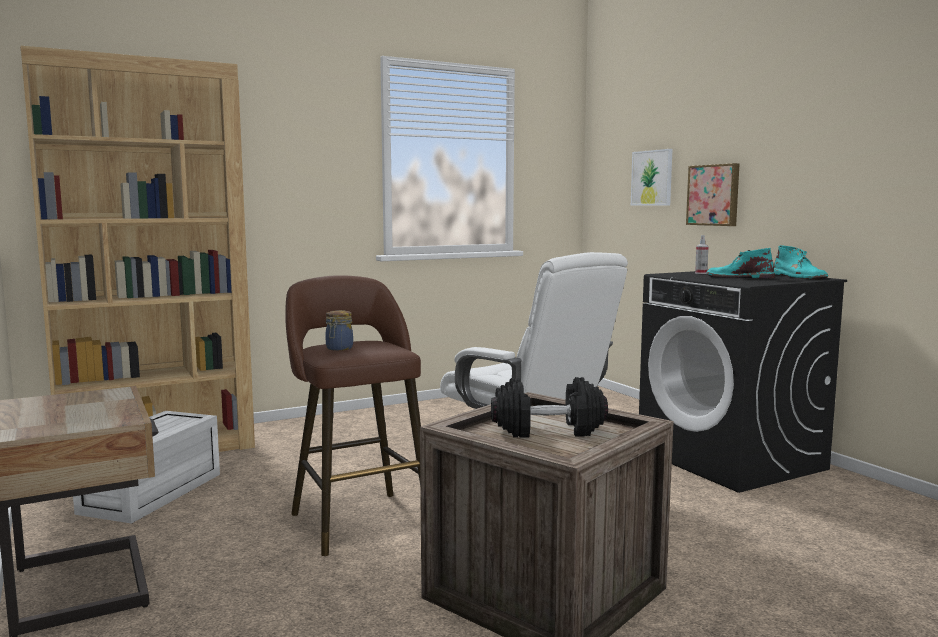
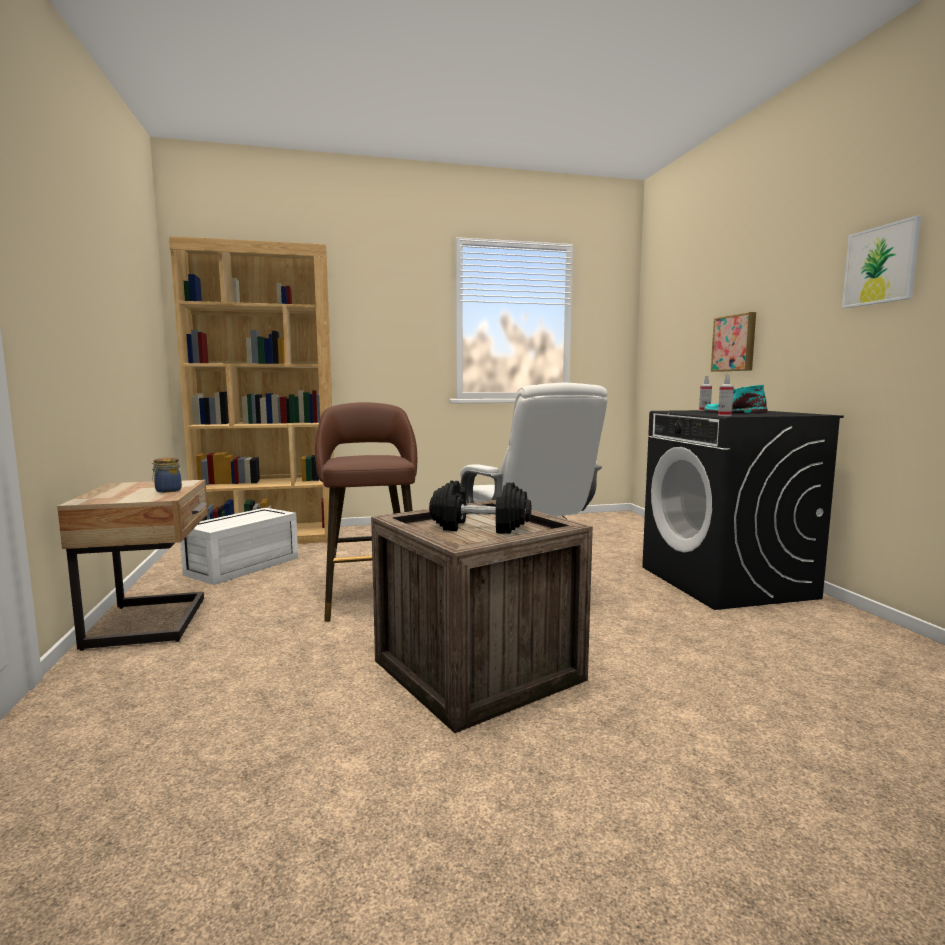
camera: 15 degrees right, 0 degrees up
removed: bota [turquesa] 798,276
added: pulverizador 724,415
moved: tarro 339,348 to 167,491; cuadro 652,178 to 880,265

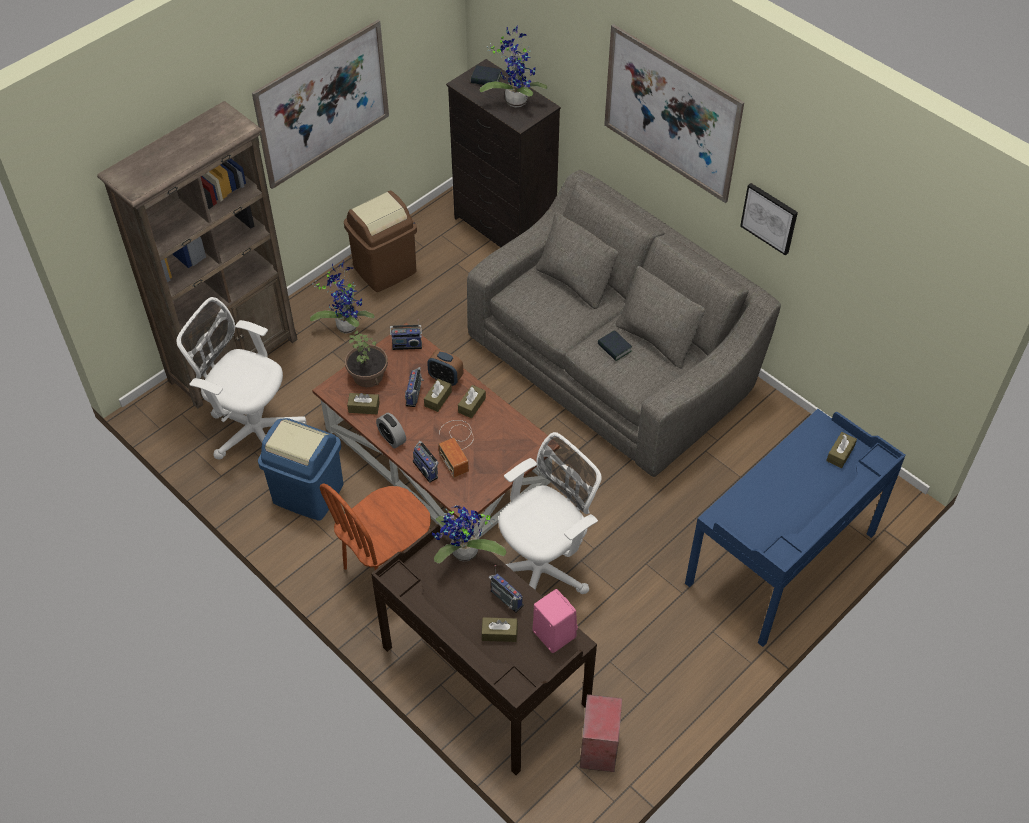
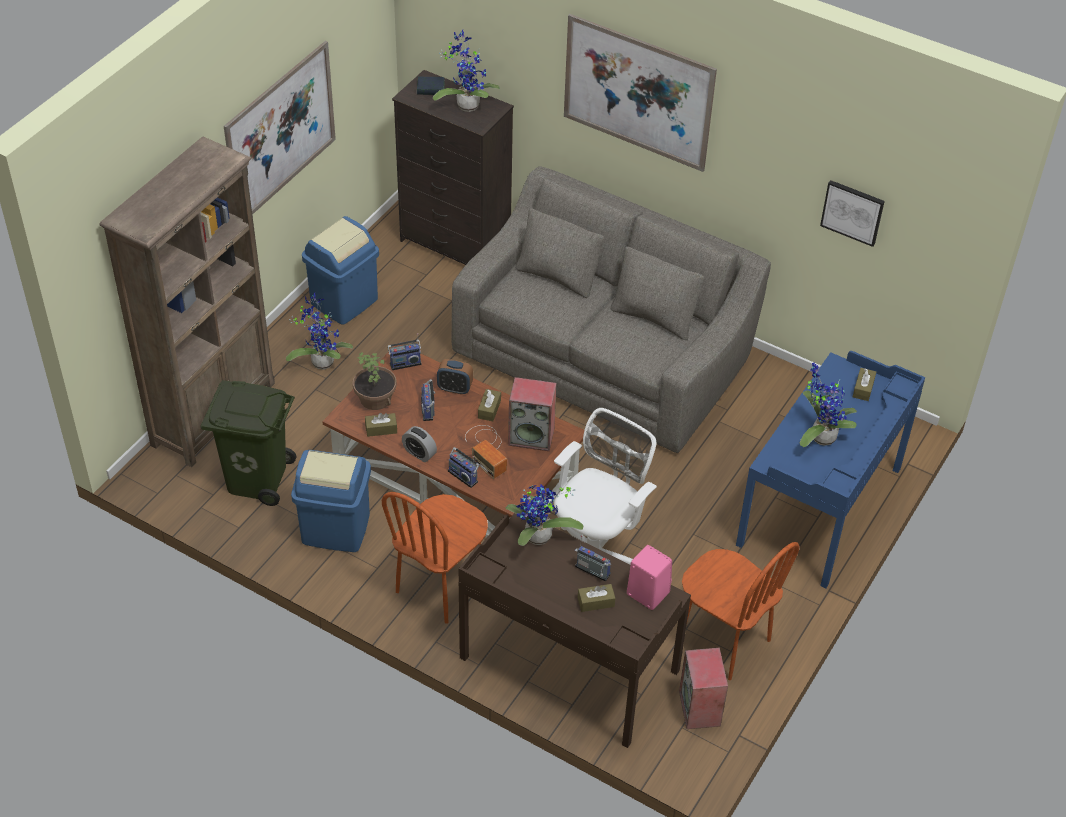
camera: 15 degrees left, 5 degrees down
removed: caja de pañuelos [marrón] 438,399; libro 614,348
added: altavoz 532,436; silla [marrón] 724,641; planta en maceta 820,435
moved: cuadro 769,218 to 852,212
replaced: silla de oficina [blanco] 252,430 to papelera [verde] 257,478
recoloured: papelera [marrón] 384,269 to papelera [azul] 344,301

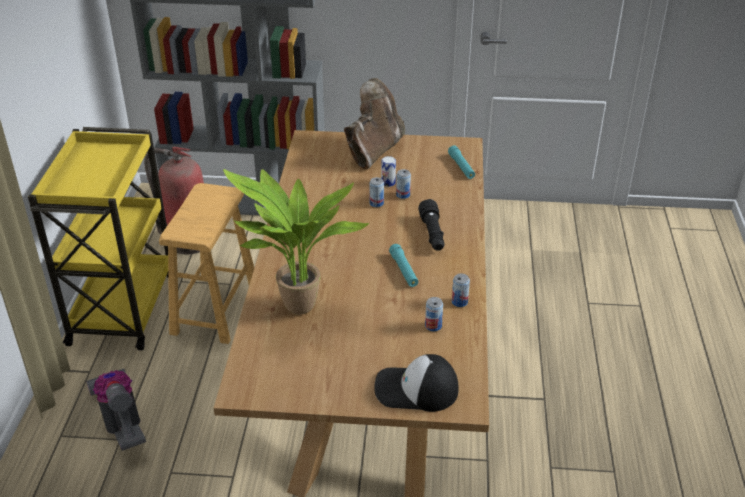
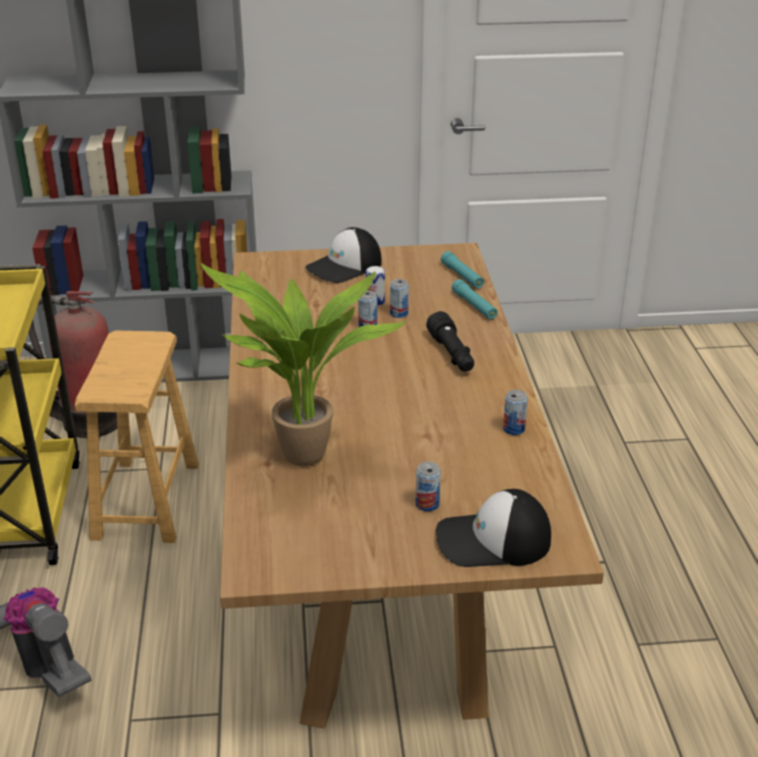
camera: 10 degrees left, 5 degrees down
moved: linterna [turquesa] 403,270 to 474,306; lata 433,326 to 427,504
replaced: bota [marrón] 374,150 to gorra 344,267

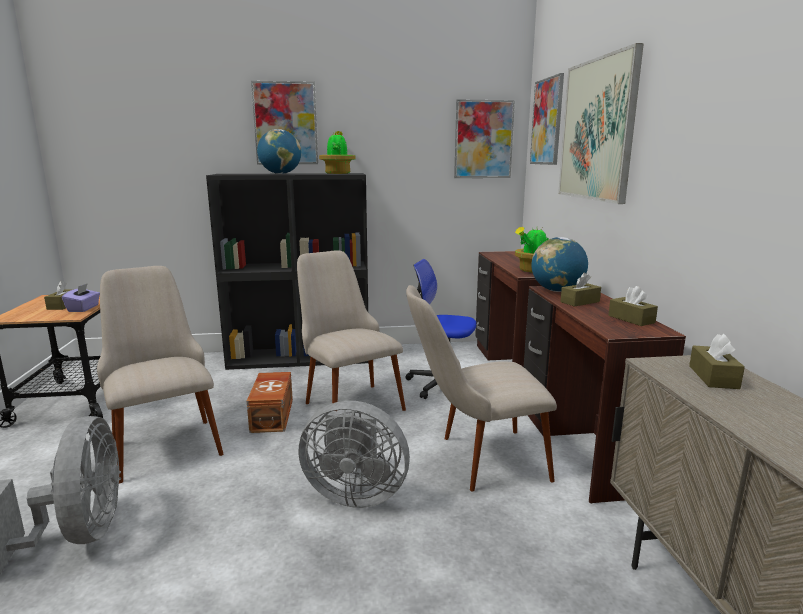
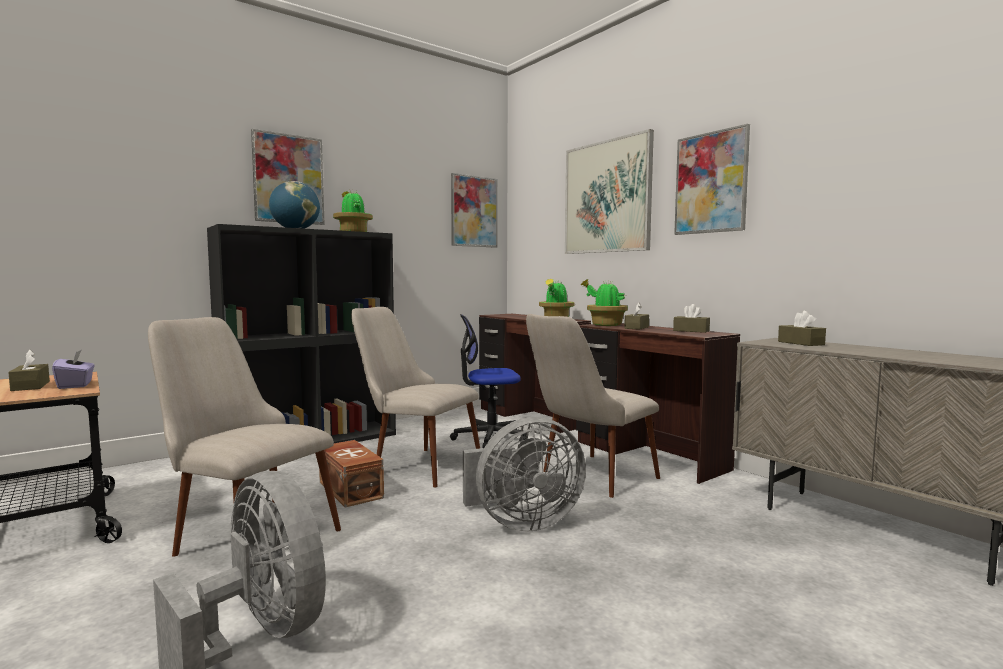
camera: 30 degrees left, 10 degrees down
moved: cuadro 547,122 to 711,183
replaced: globo terráqueo 557,291 to planta en maceta 605,325

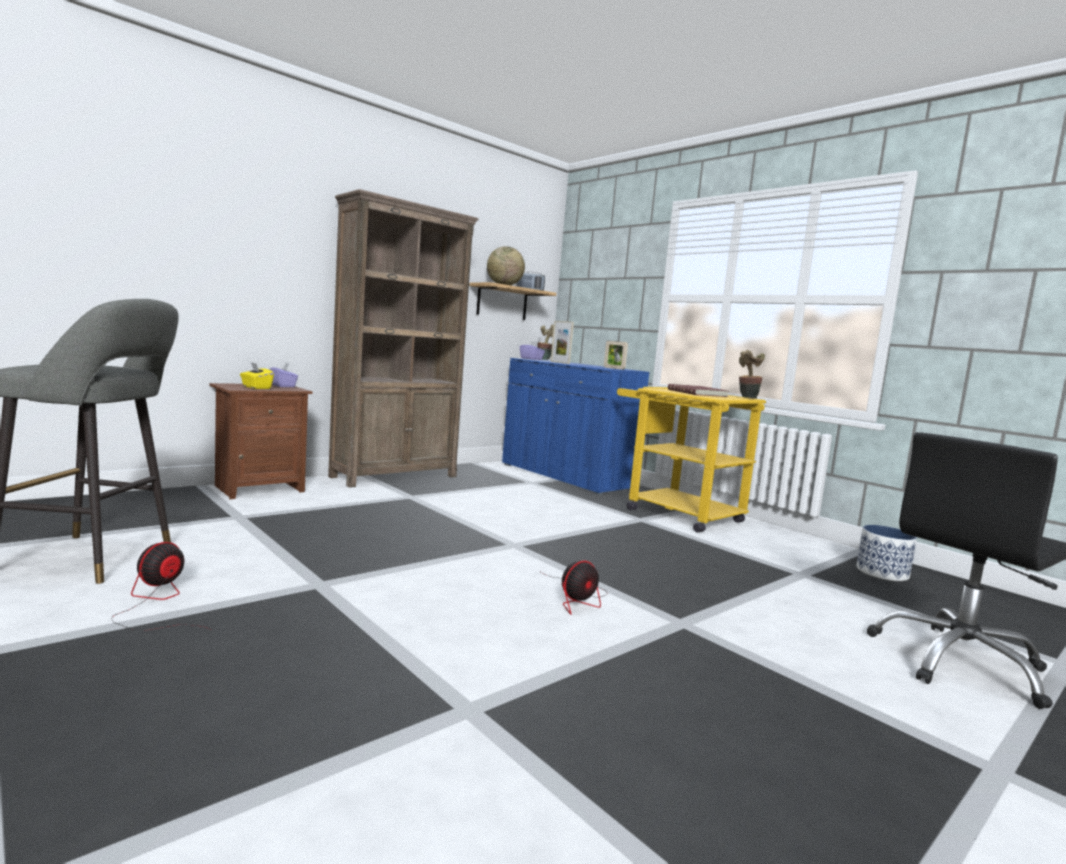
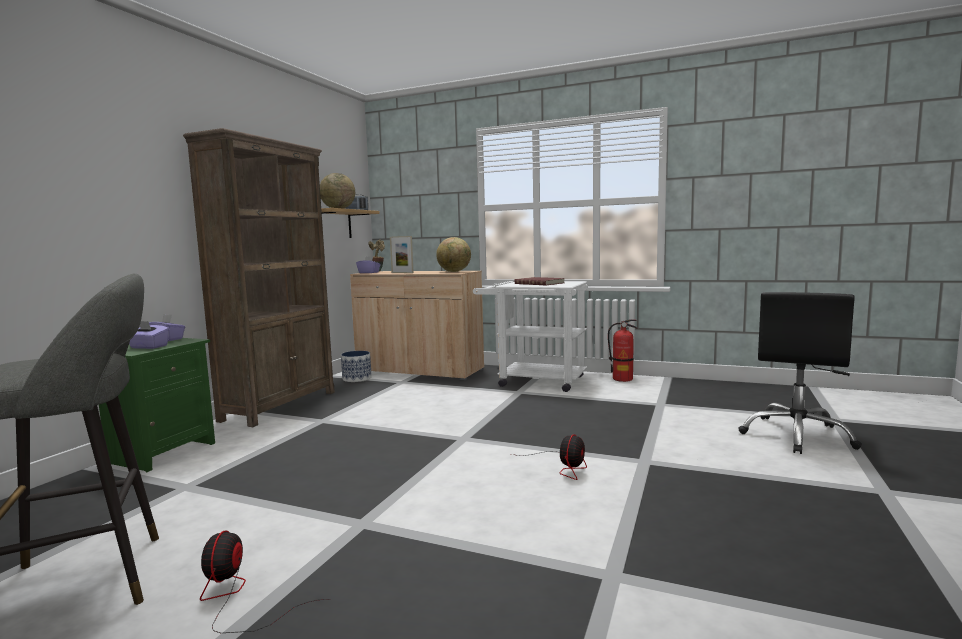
camera: 25 degrees left, 0 degrees up
removed: planta en maceta 747,398
added: extintor 622,379
moved: maceta 882,573 to 357,378
replaced: portarretratos 614,368 to globo terráqueo 454,271
recoloured: mesita de noche [marrón] 258,488 to mesita de noche [verde] 161,453; caja de pañuelos [amarillo] 256,387 to caja de pañuelos [morado] 148,347; armario [azul] 565,476 to armario [beis] 419,370; carrito [amarillo] 675,513 to carrito [blanco] 533,380

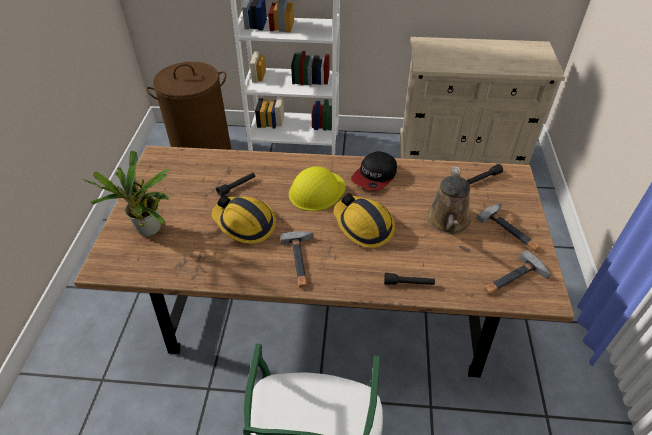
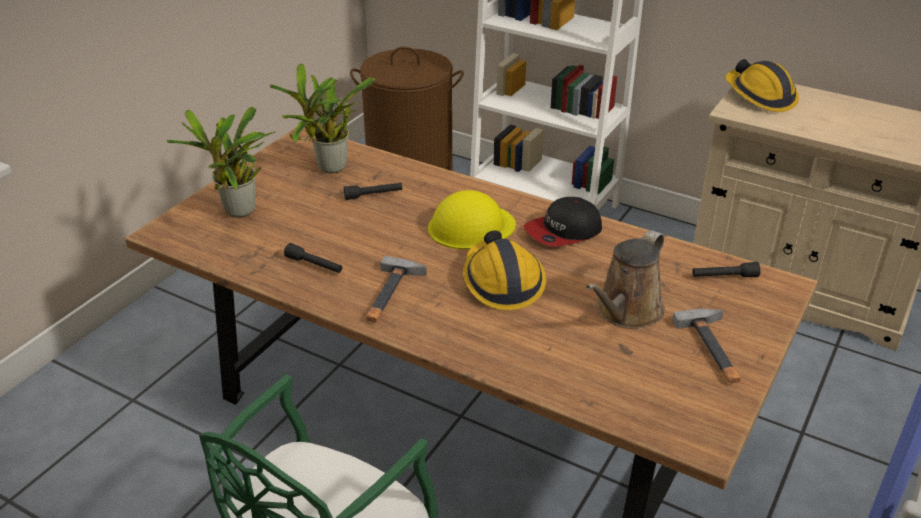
camera: 25 degrees right, 10 degrees down
removed: martillo 513,279
added: planta en maceta 328,169
moved: casco 244,224 to 760,96; linterna [negro] 408,283 to 314,265

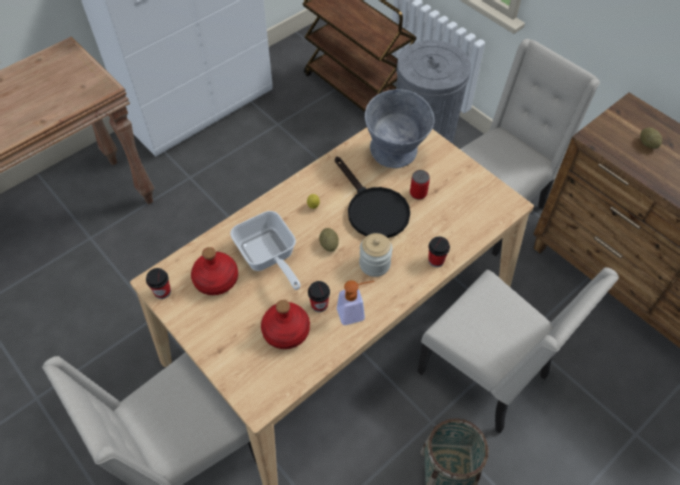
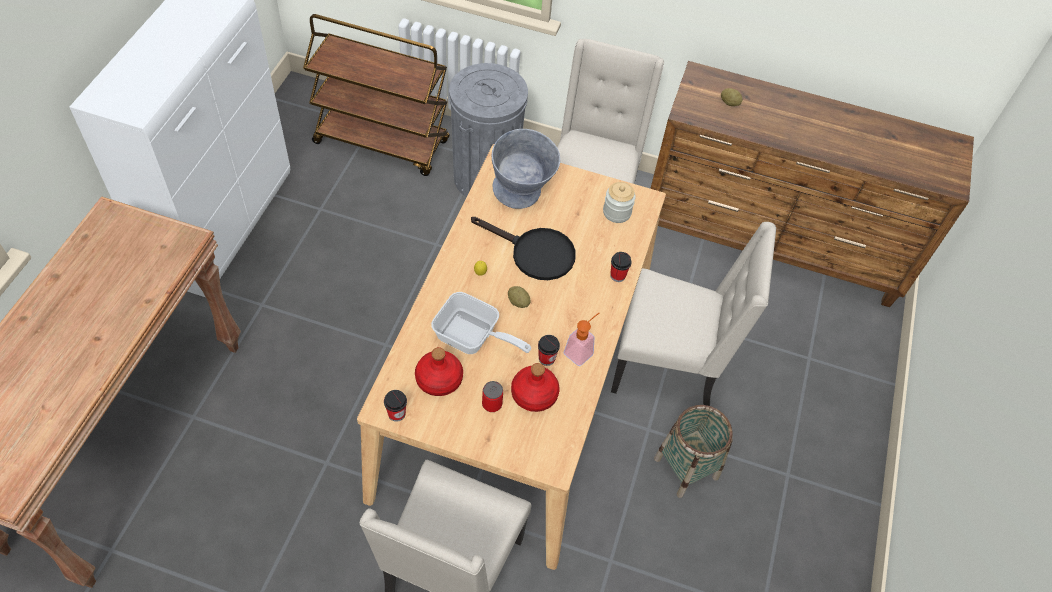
camera: 35 degrees left, 0 degrees up
moved: tarro 374,264 to 617,212; lata 418,193 to 492,404

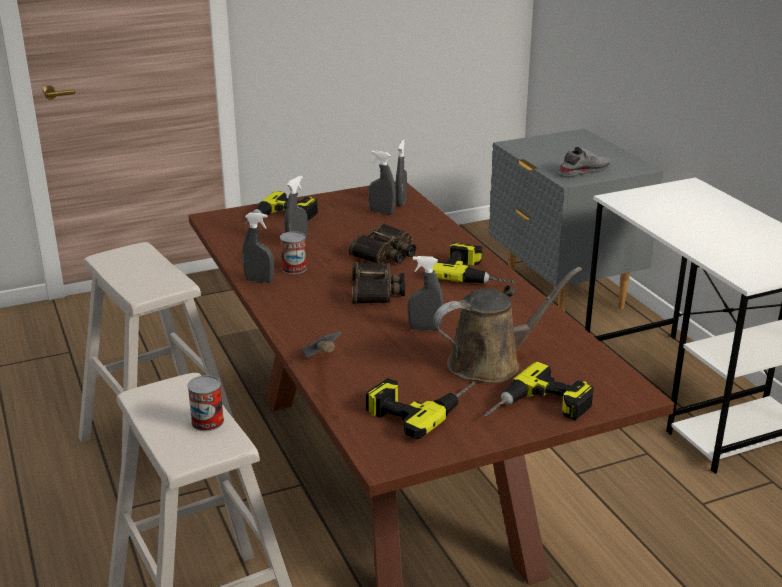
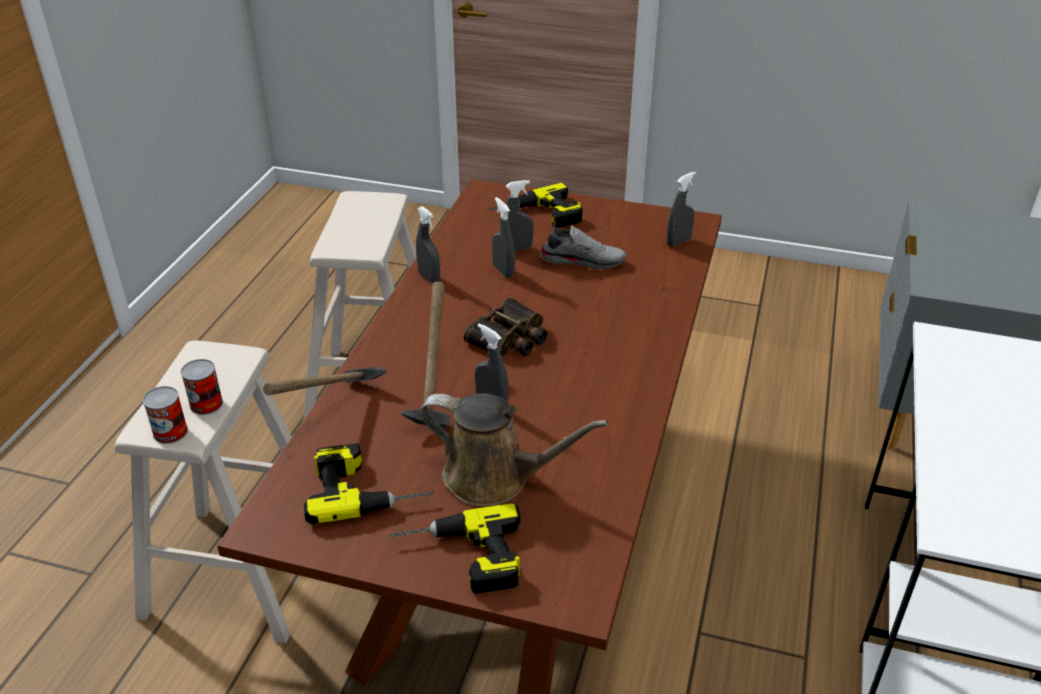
camera: 40 degrees right, 10 degrees up
removed: prismáticos 385,253; taladro 477,273
added: martillo 432,394
moved: lata 294,268 to 170,432; pulverizador [gris] 382,212 to 503,271; zapato [gris] 583,171 to 583,259

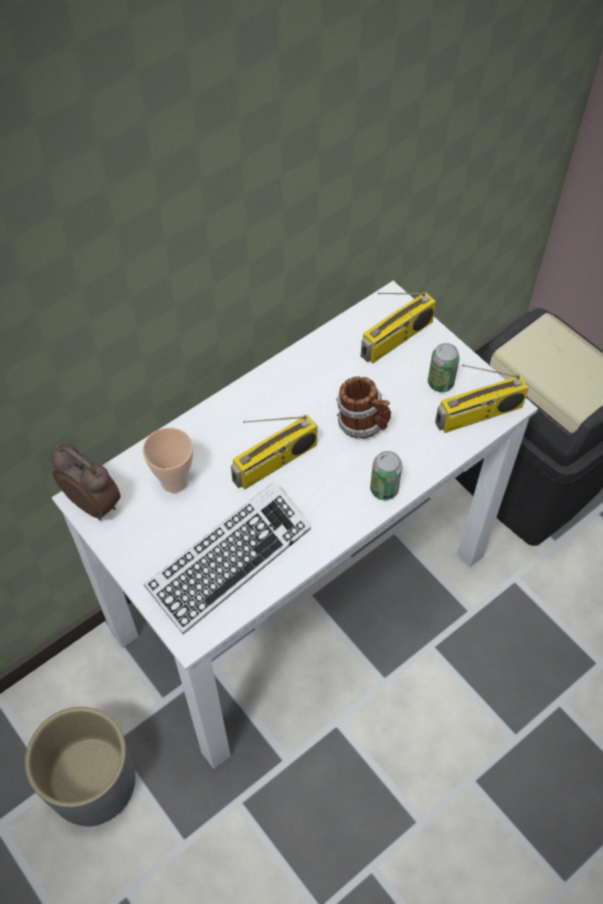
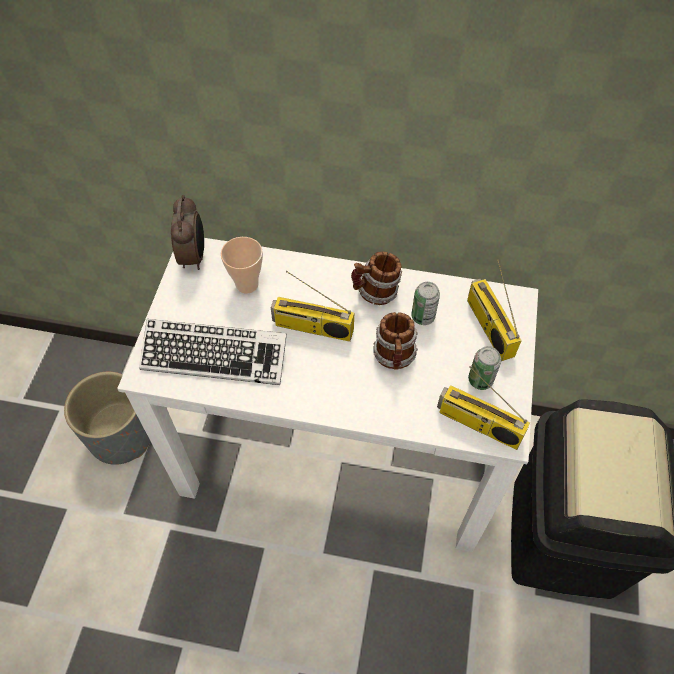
camera: 50 degrees right, 0 degrees up
added: taza grande 375,293
moved: lata 384,489 to 423,316
turned: radio 396,340 = 488,327 60 degrees clockwise

